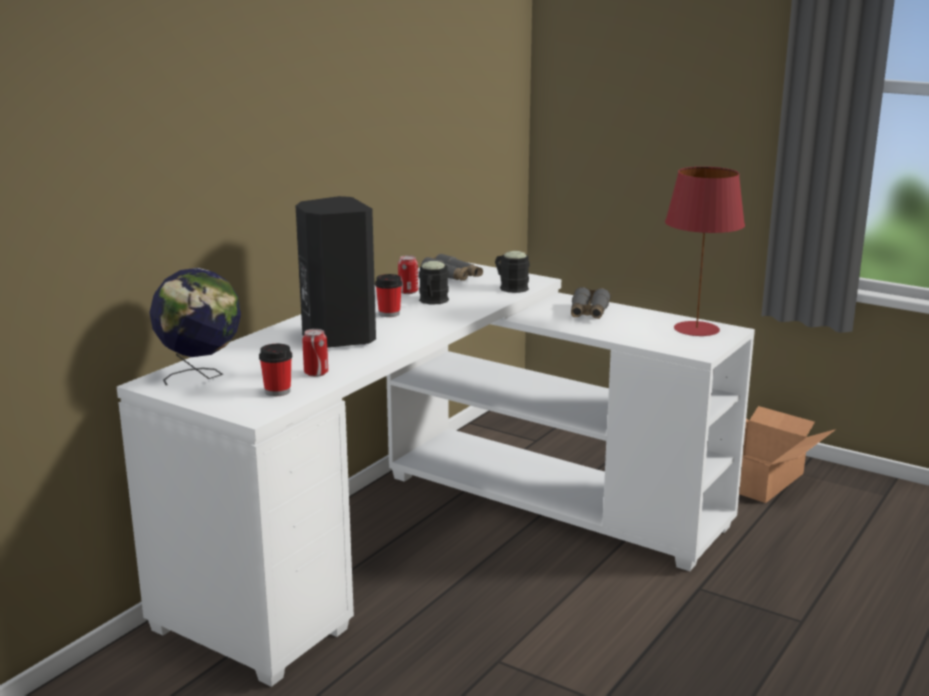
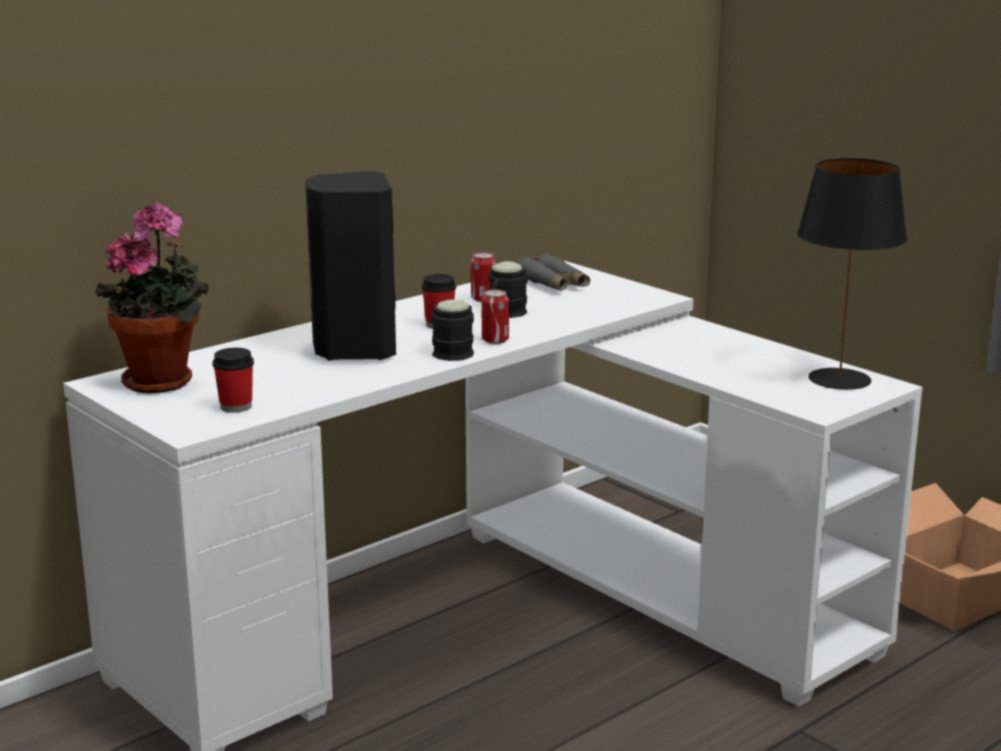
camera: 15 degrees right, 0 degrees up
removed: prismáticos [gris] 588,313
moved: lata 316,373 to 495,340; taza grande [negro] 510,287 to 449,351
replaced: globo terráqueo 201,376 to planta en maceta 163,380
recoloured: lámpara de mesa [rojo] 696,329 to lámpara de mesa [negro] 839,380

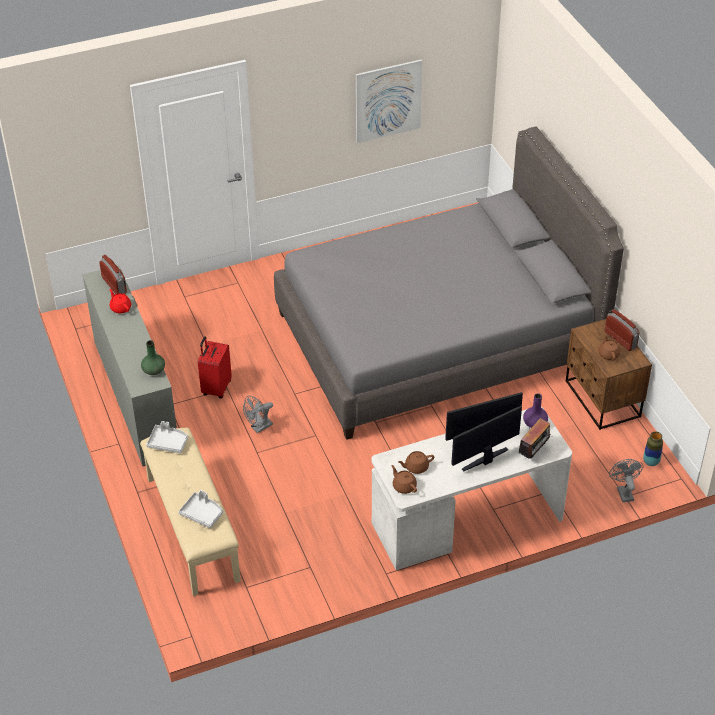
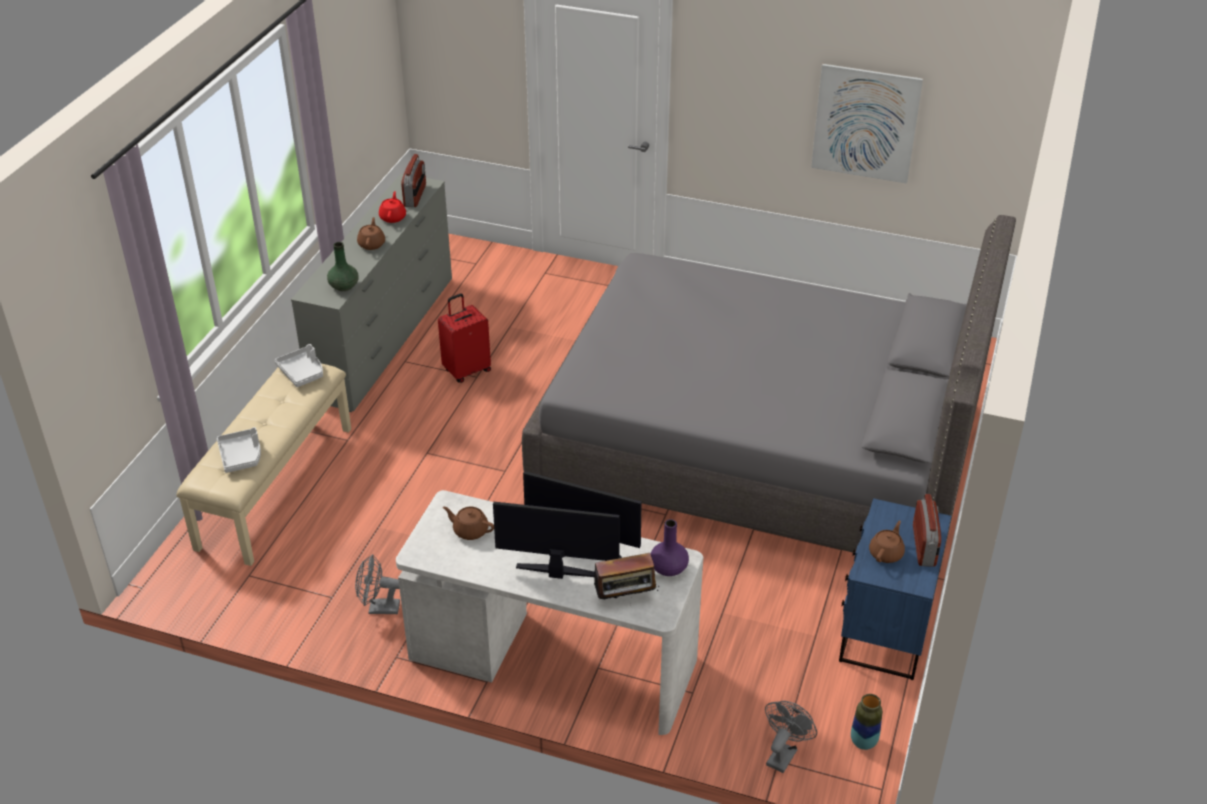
camera: 40 degrees right, 5 degrees down
moved: ventilador [gris] 259,428 to 378,608; tetera [marrón] 404,486 to 372,244
recoloured: mesita de noche [marrón] 602,399 to mesita de noche [azul] 884,629

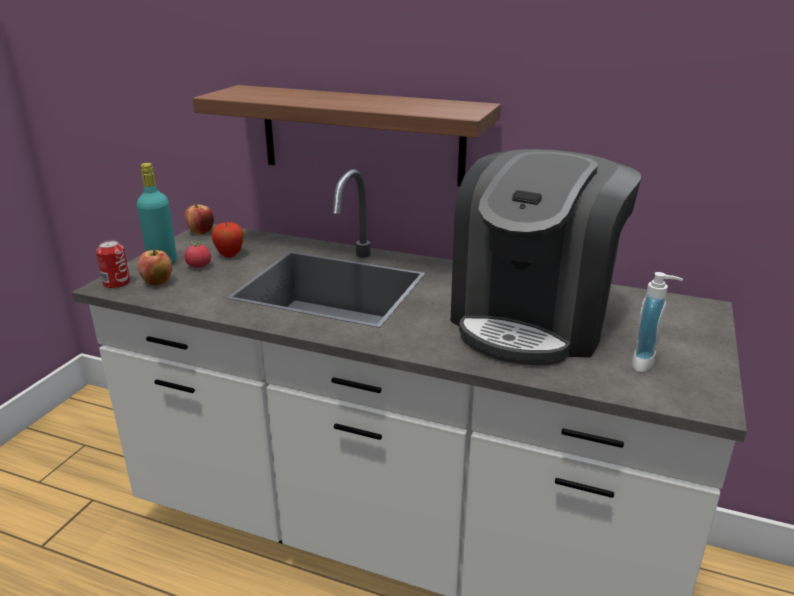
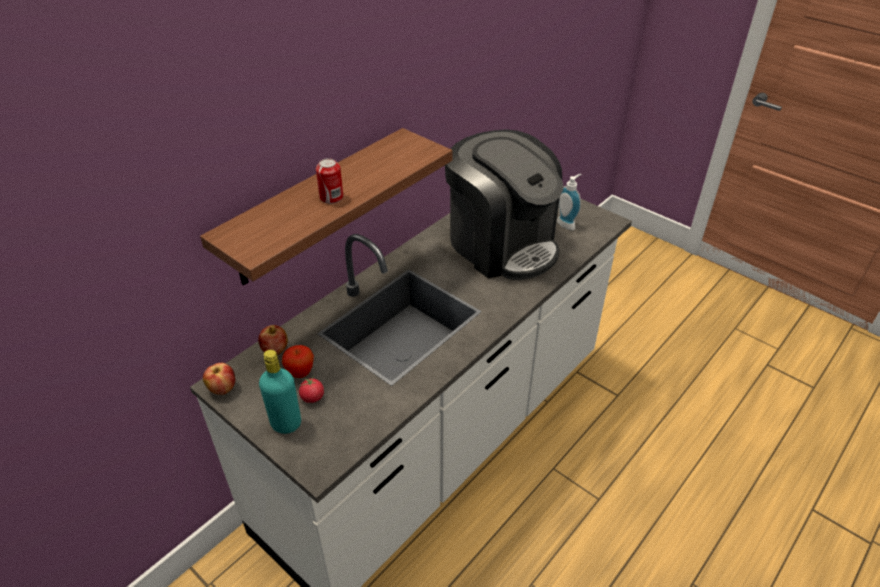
camera: 70 degrees left, 15 degrees up
moved: lata 116,283 to 331,197; manzana 157,283 to 275,350

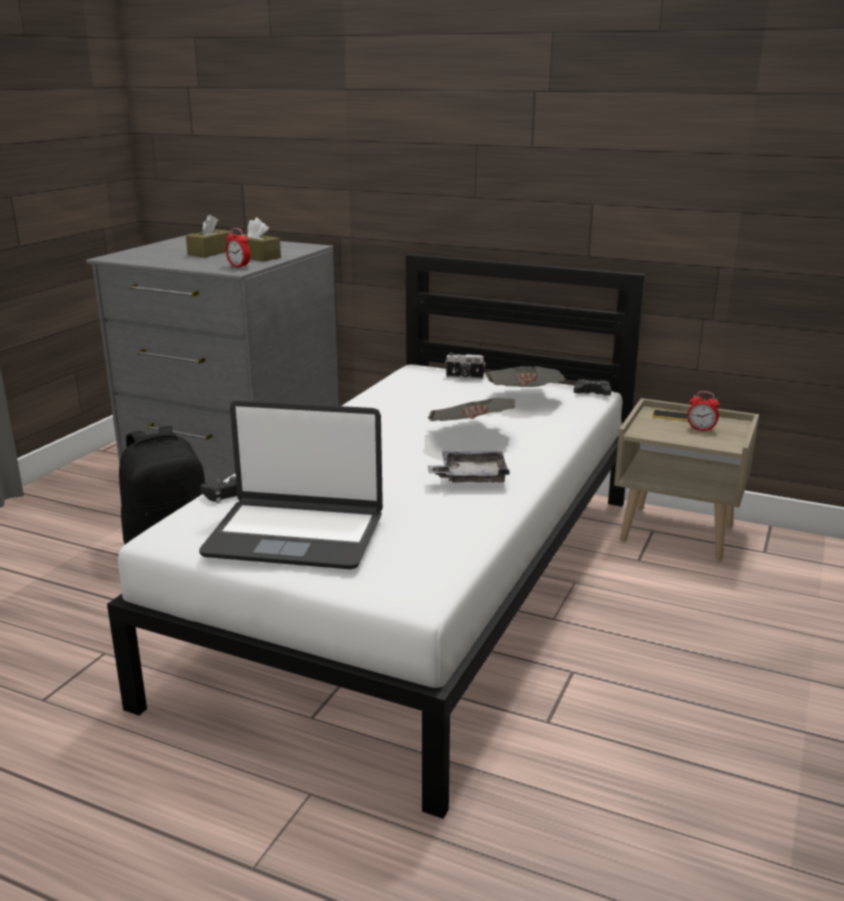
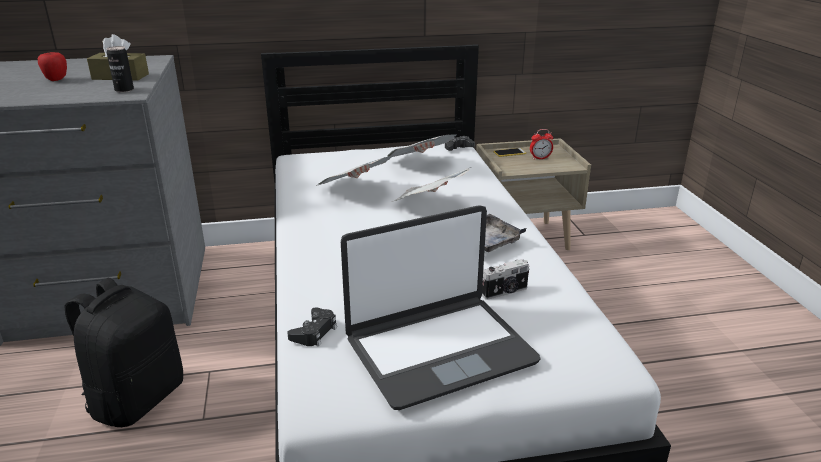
camera: 35 degrees left, 5 degrees up
added: periódico 354,190
moved: cámara 464,377 to 505,292
replaced: caja de pañuelos [marrón] 211,252 to manzana 56,79; despertador 239,267 to lata 124,90

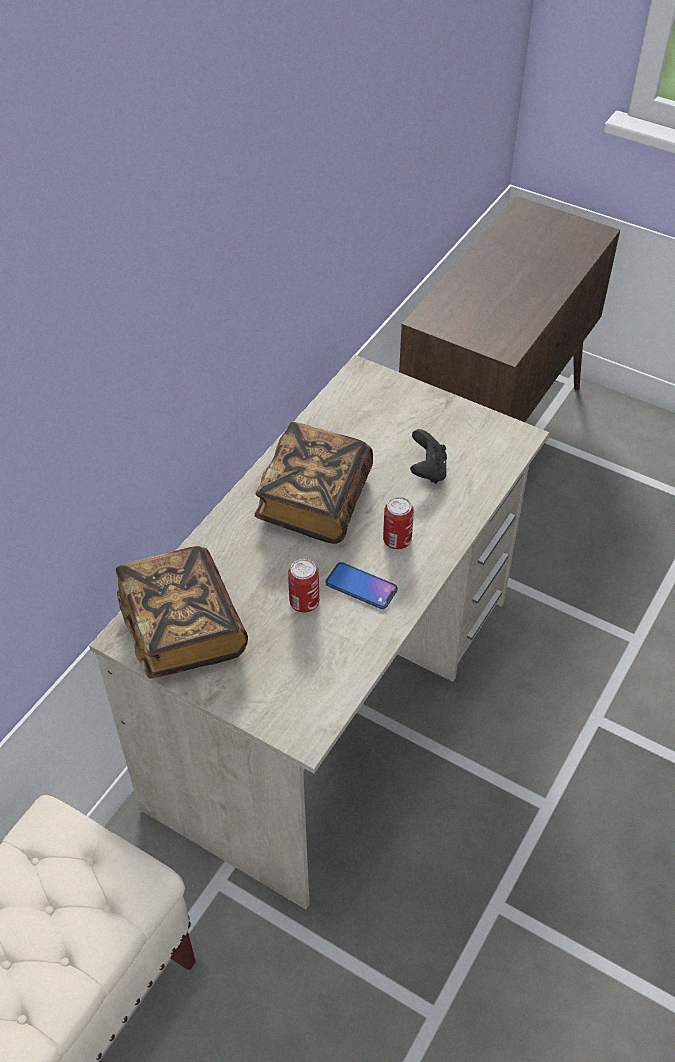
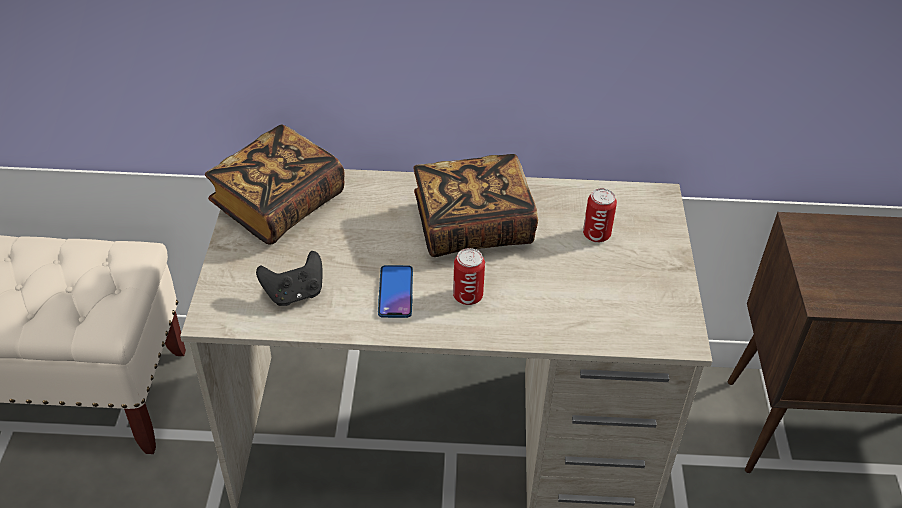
camera: 60 degrees right, 5 degrees down
moved: lata 304,603 to 596,235; mando de consola [negro] 427,471 to 294,294

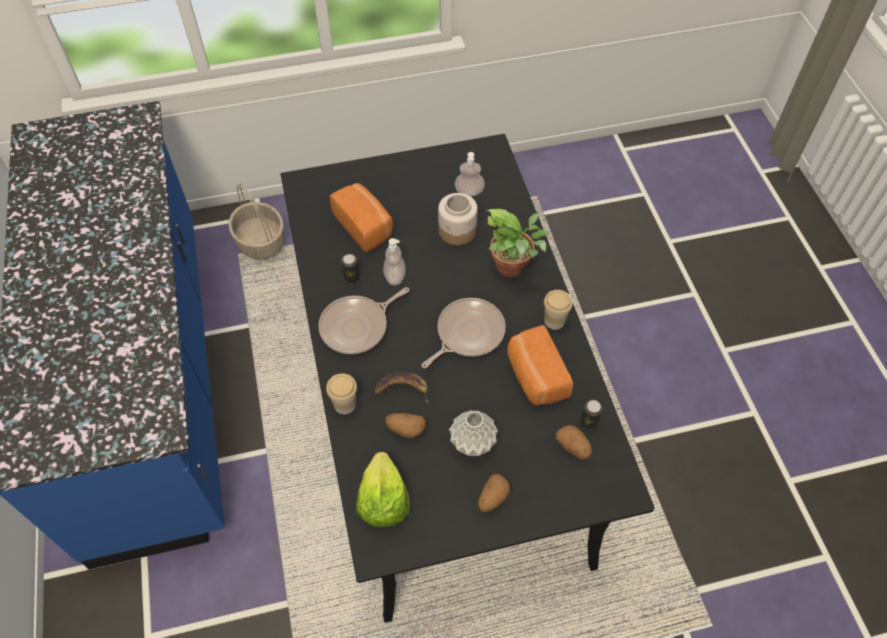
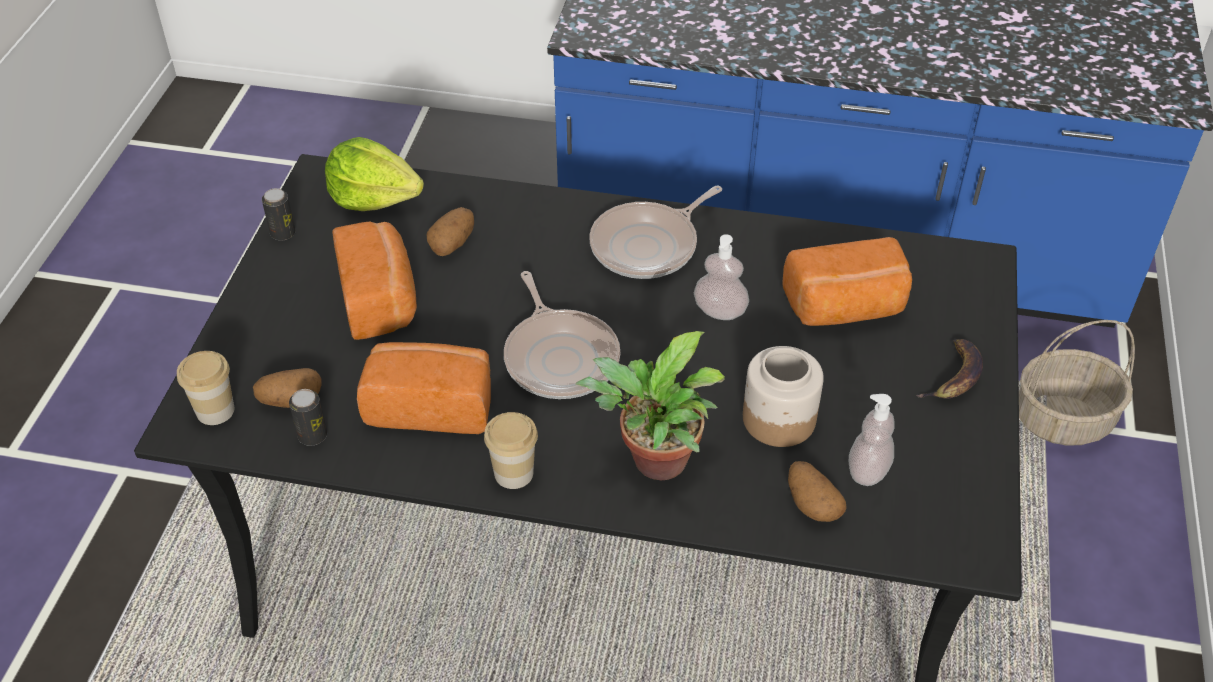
camera: 115 degrees right, 10 degrees down
moved: taza 345,404 to 215,410; lata 351,277 to 283,233; plátano 403,388 to 954,377; patata 492,498 to 811,504
replaced: florero [gris] 473,444 to pan 380,299
turned: sartén 357,327 = 648,245 120 degrees counterclockwise

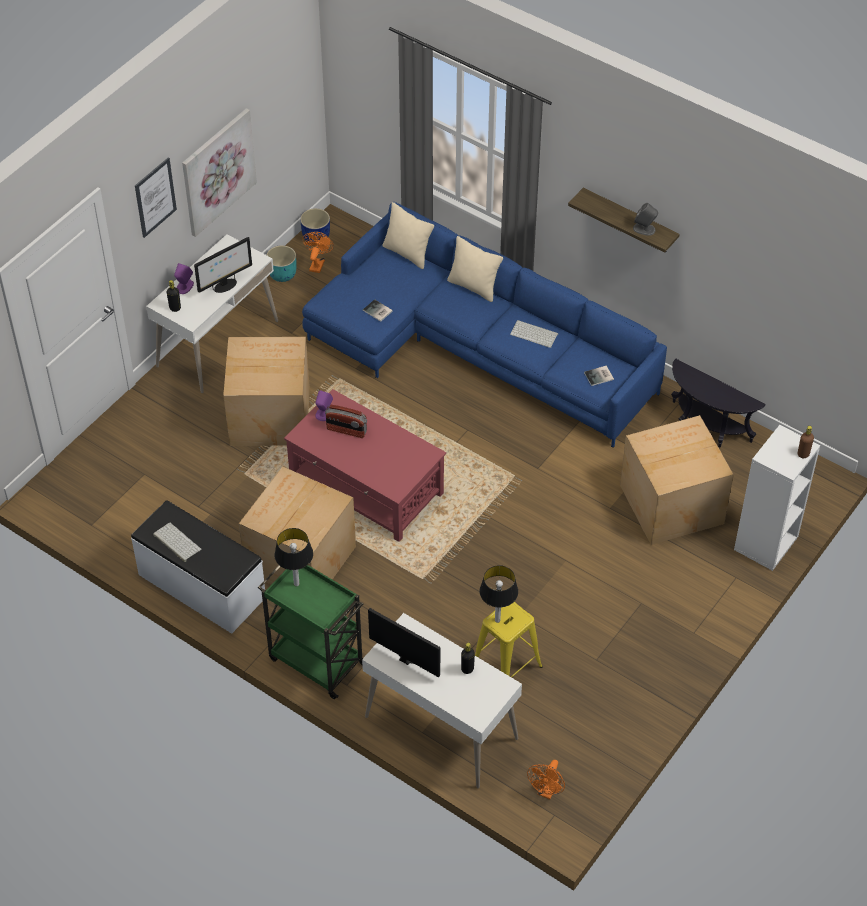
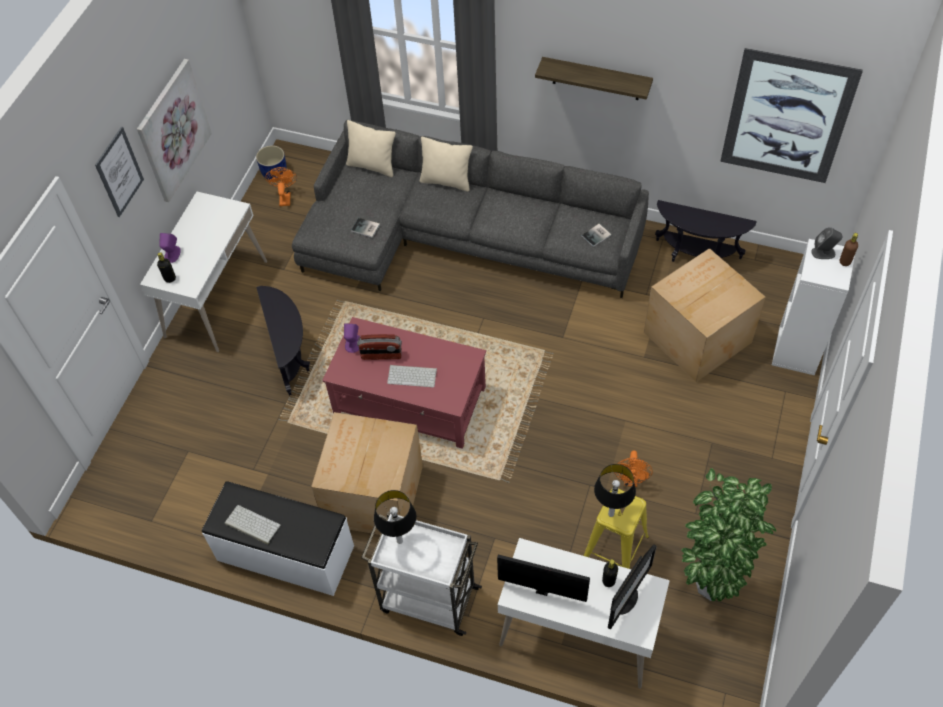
camera: 15 degrees left, 5 degrees up
removed: maceta [turquesa] 282,274
added: planta en maceta 708,585; cuadro 787,117
moved: monitor 225,286 to 626,601; teclado 535,334 to 413,375; ventilador [naranja] 546,791 to 631,480; altavoz [gris] 644,229 to 823,252
replaced: caja de cartón 269,415 to mesa auxiliar [negro] 290,356
recoloured: carrito [verde] 315,660 to carrito [blanco] 427,599; sofá [azul] 475,348 to sofá [gris] 460,238

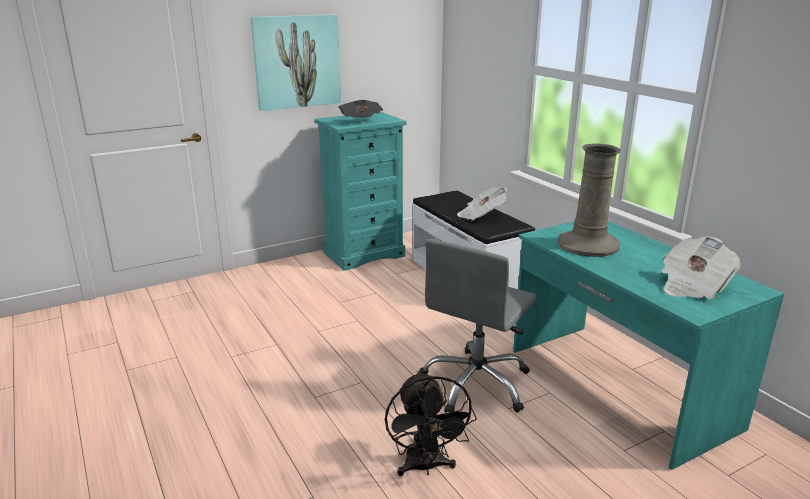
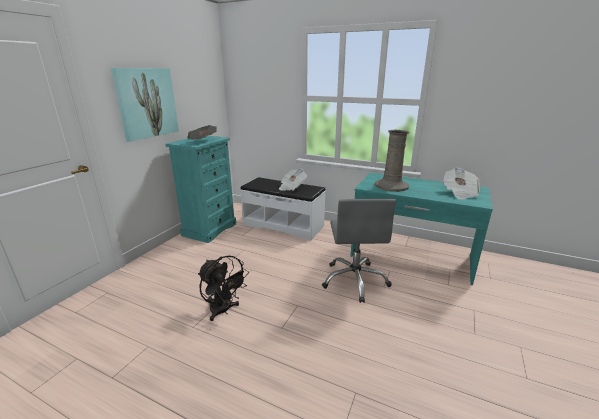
camera: 35 degrees left, 0 degrees up
moved: ventilador [negro] 425,467 to 223,311

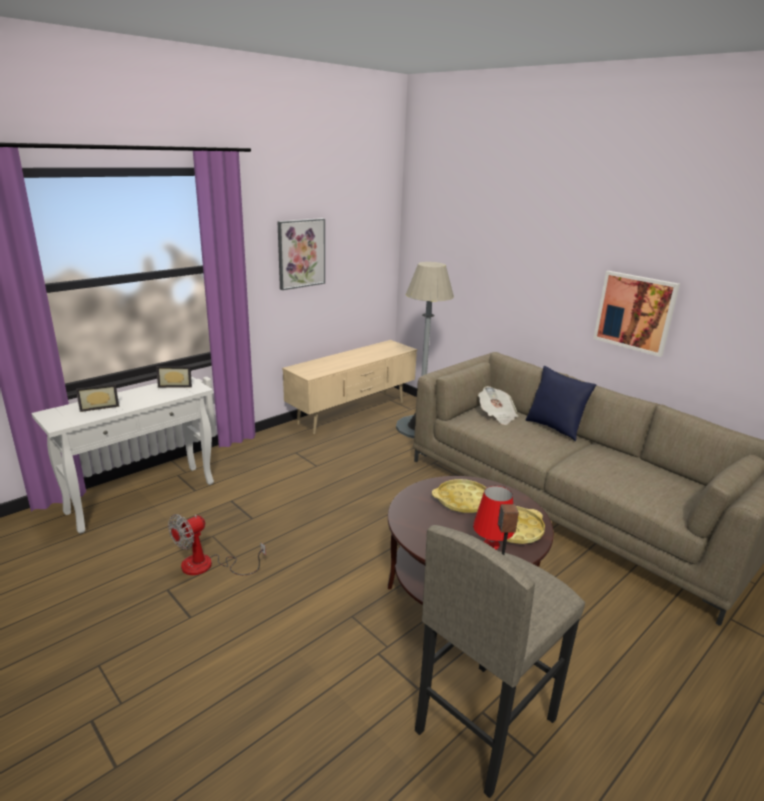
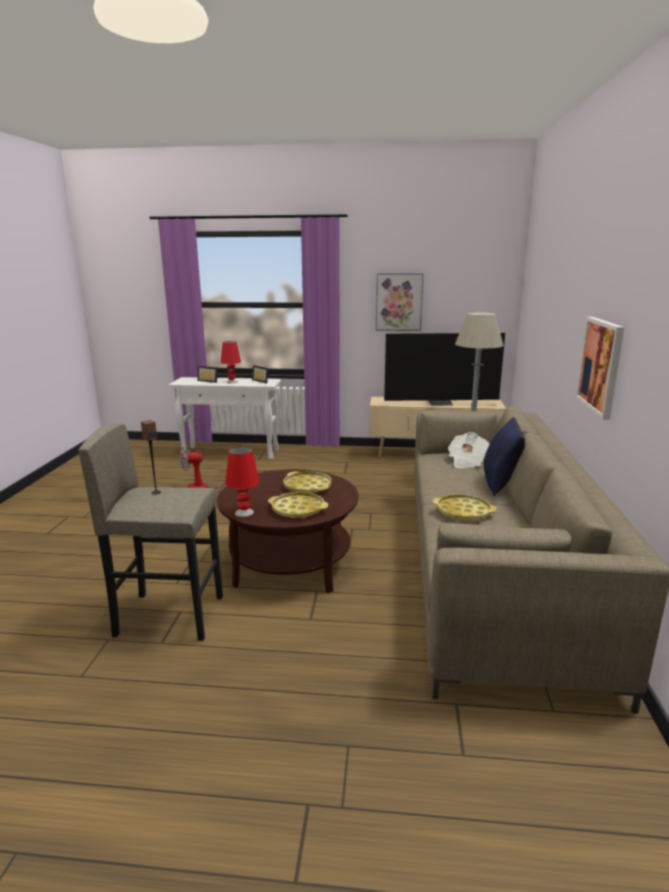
camera: 50 degrees right, 5 degrees down
added: lámpara de mesa [rojo] 232,382; televisor 440,403; bandeja [amarillo] 463,512

